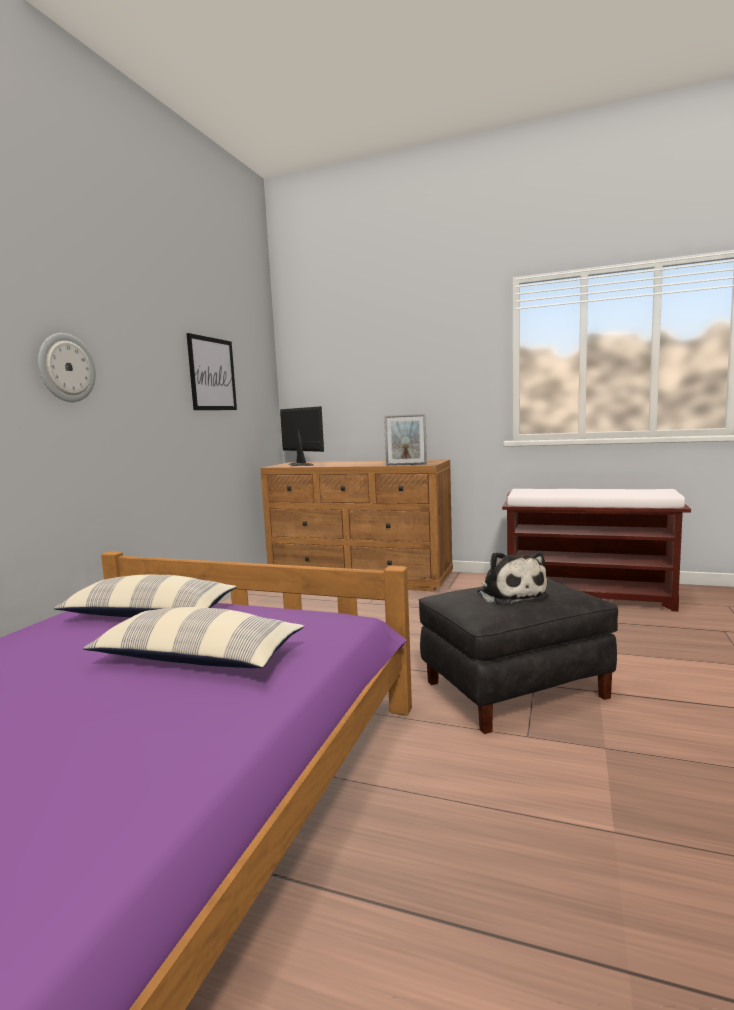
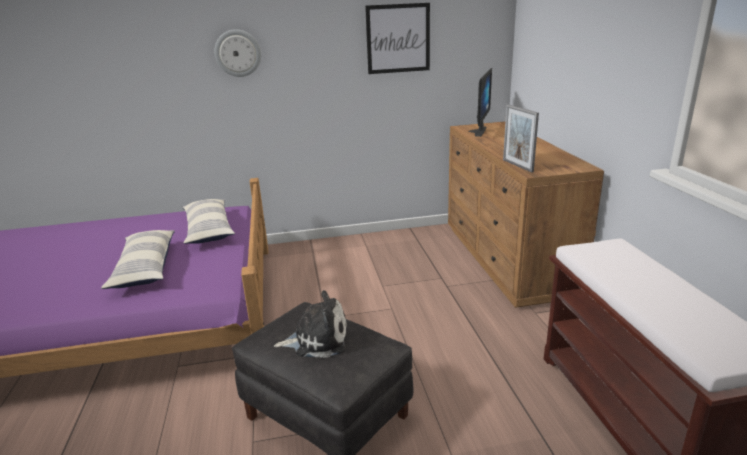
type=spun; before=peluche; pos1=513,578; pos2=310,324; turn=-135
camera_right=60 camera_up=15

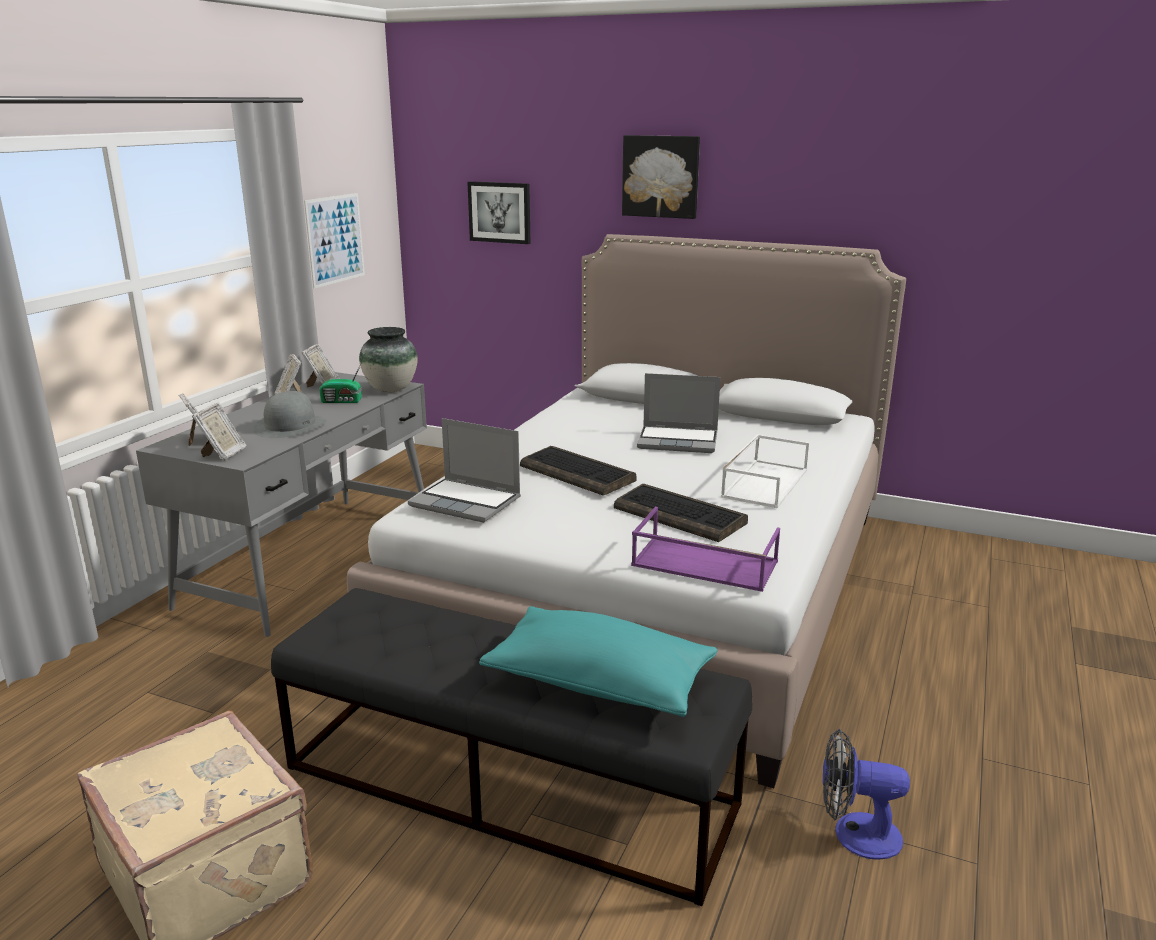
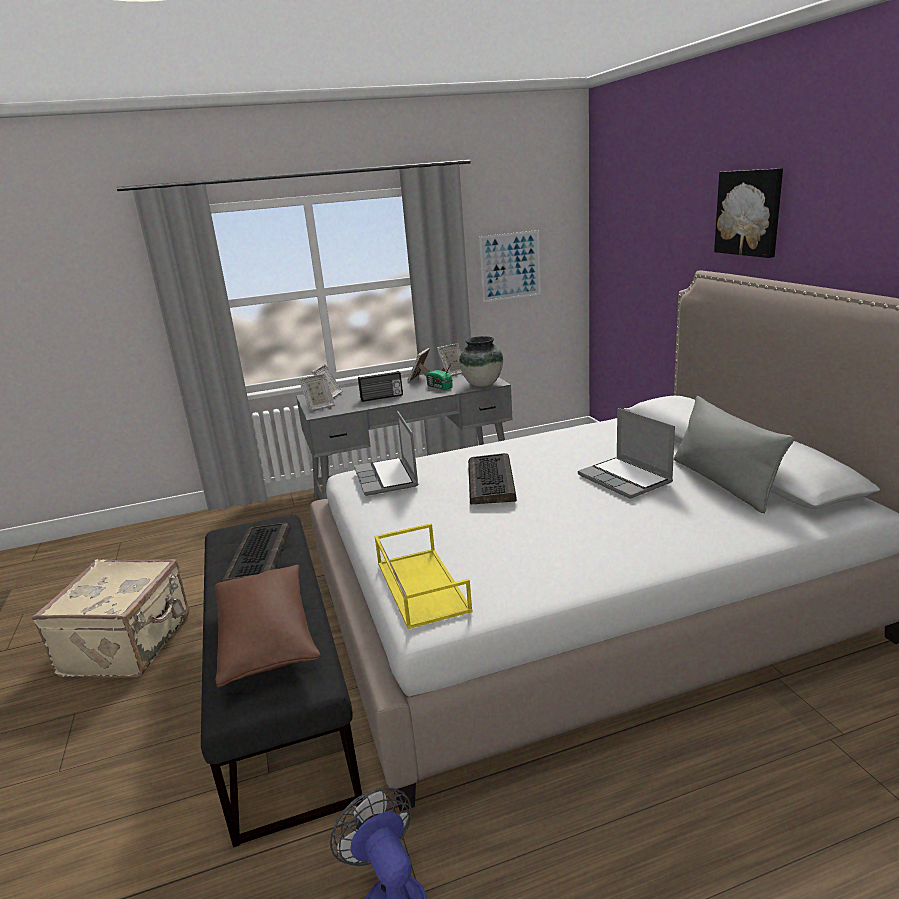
type=missing; before=cuadro; pos1=498,212
type=missing; before=bandeja (blanco); pos1=765,471
type=appeared; after=cojín (gris); pos2=734,454
type=relocated; before=teclado; pos1=681,513; pos2=256,552
type=exchanged; before=sombrero (gris); after=radio; pos1=290,414; pos2=380,386
type=colour; before=cojín (turquesa); after=cojín (marrón); pos1=598,661; pos2=268,626
type=colour; before=bandeja (morado); after=bandeja (amarillo); pos1=705,549; pos2=424,576
camera_right=50 camera_up=0

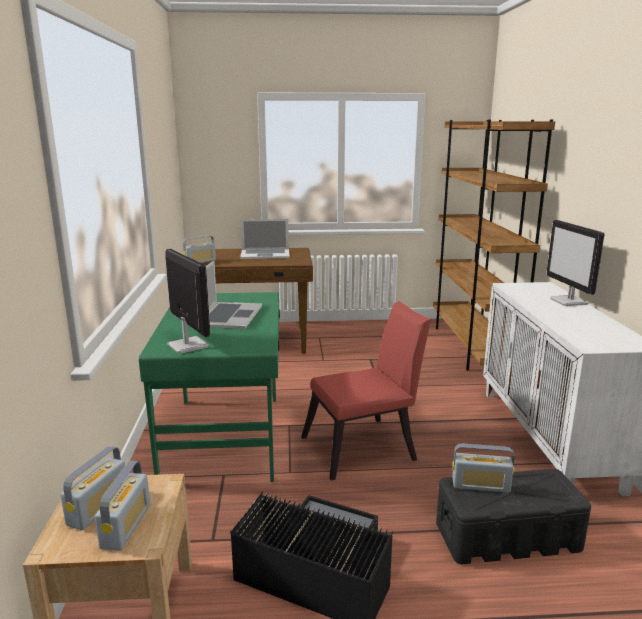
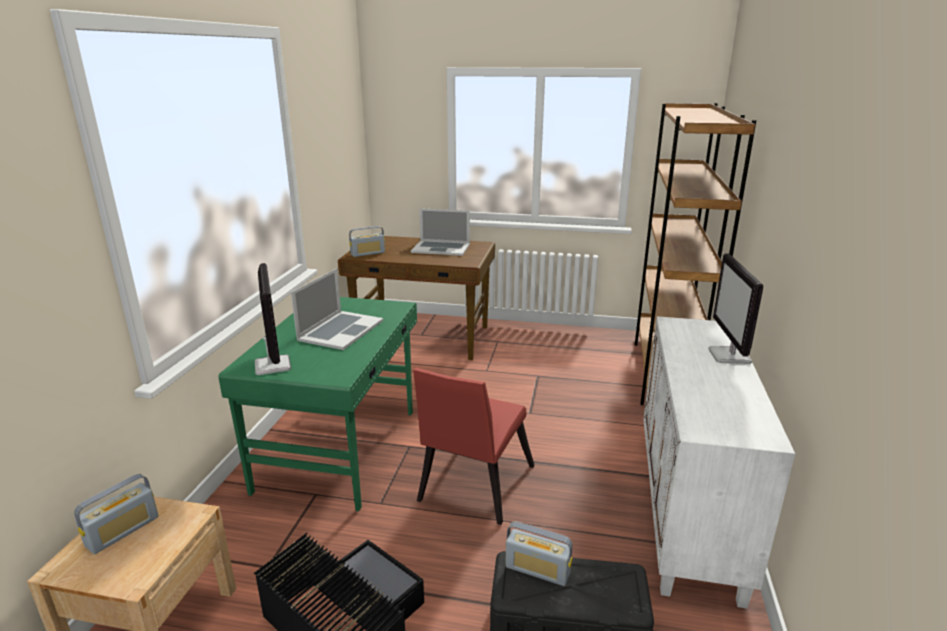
type=missing; before=radio; pos1=122,506
type=spun; before=silla (rojo); pos1=366,391; pos2=474,446; turn=120
camera_right=15 camera_up=5

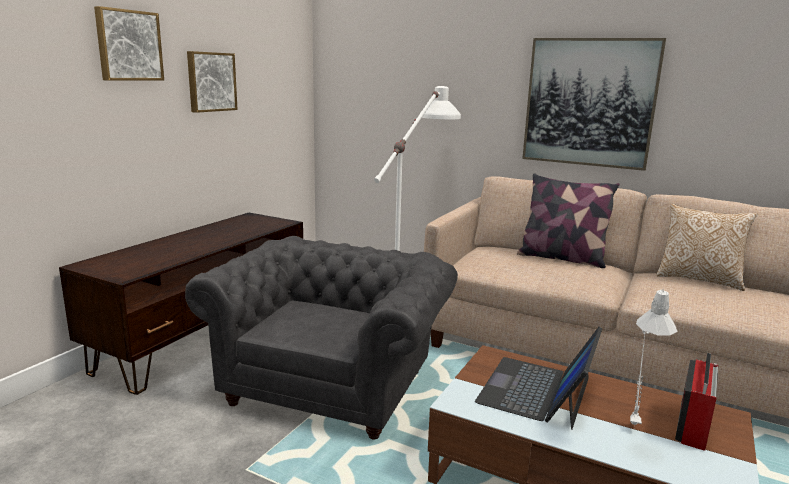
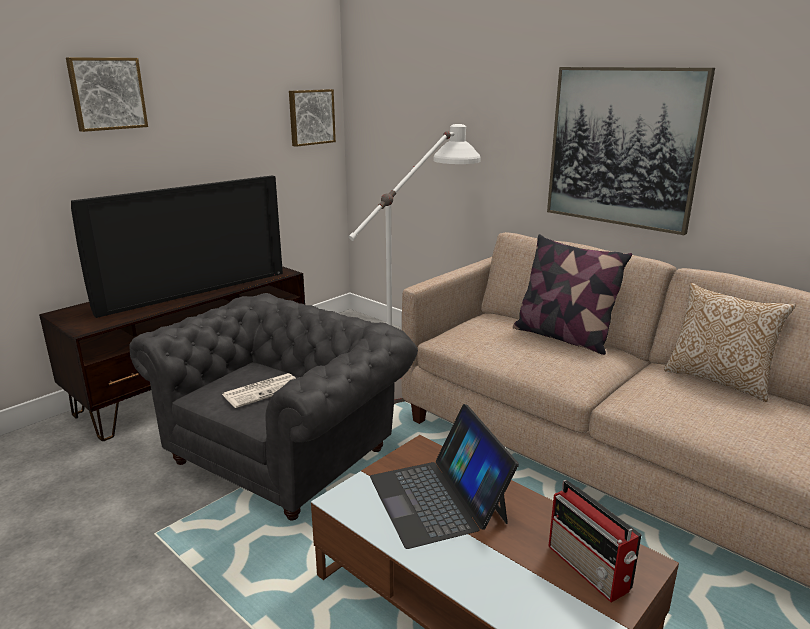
type=missing; before=lámpara de mesa (gris); pos1=654,357
type=appeared; after=televisor; pos2=177,246
type=appeared; after=periódico; pos2=259,390
type=relocated; before=cuadro; pos1=212,82; pos2=312,118
type=spun; before=portátil; pos1=538,378; pos2=444,476; turn=-60
type=spun; before=radio; pos1=696,402; pos2=595,541; turn=105
camera_right=15 camera_up=5

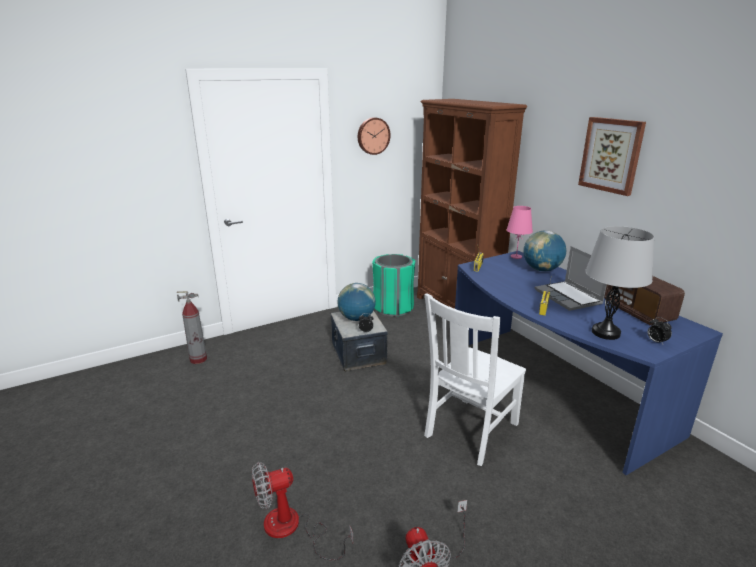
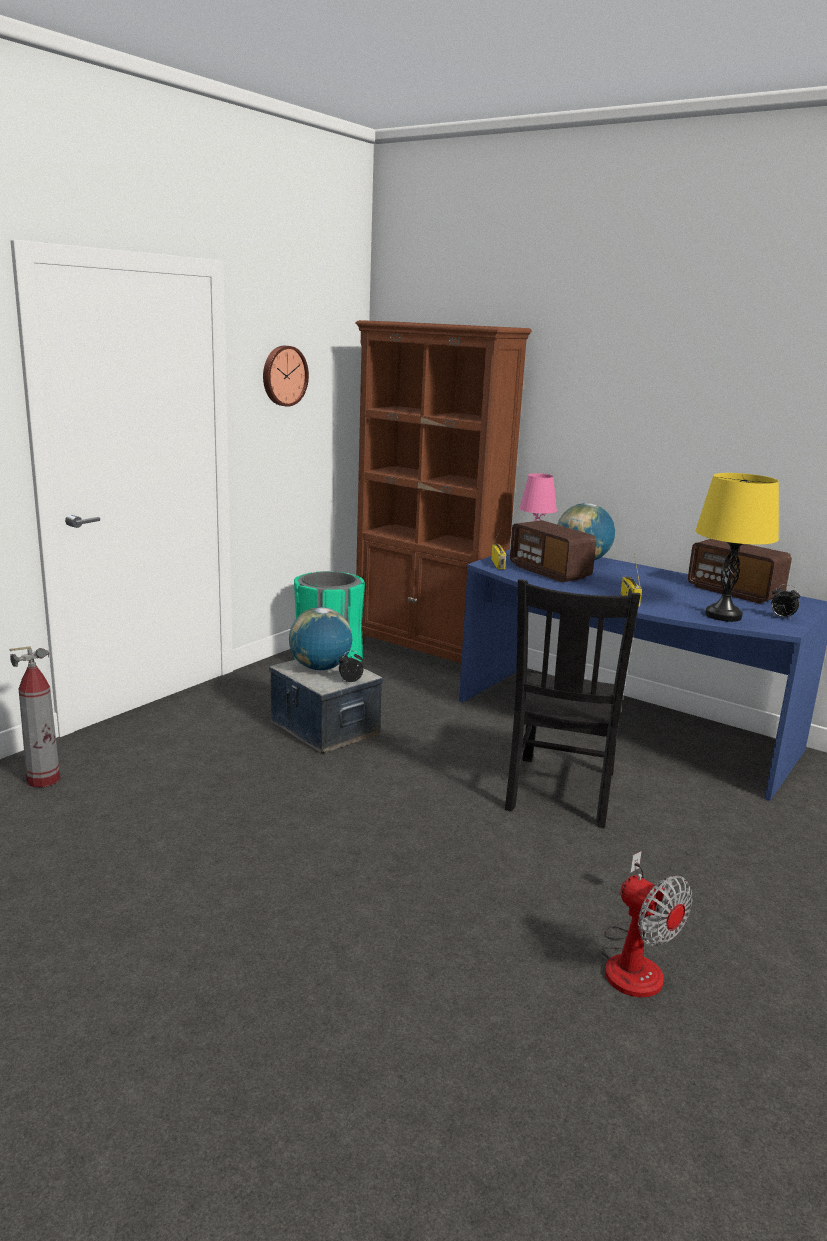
type=missing; before=ventilador; pos1=302,511
type=missing; before=portátil; pos1=571,278
type=missing; before=cuadro; pos1=612,156
type=appeared; after=radio; pos2=553,551
type=colour; before=silla (blanco); after=silla (negro); pos1=475,380; pos2=573,703
type=colour; before=lámpara de mesa (gris); after=lámpara de mesa (amarillo); pos1=619,283; pos2=737,547
camera_right=-25 camera_up=-5

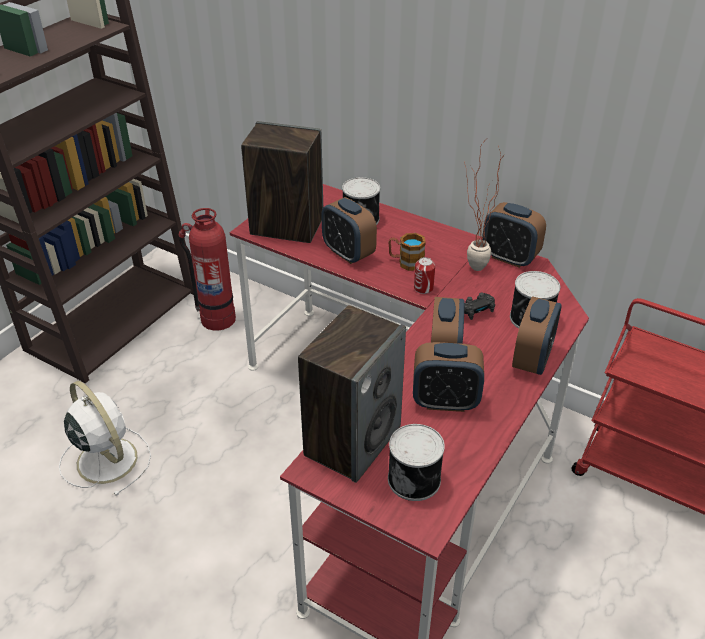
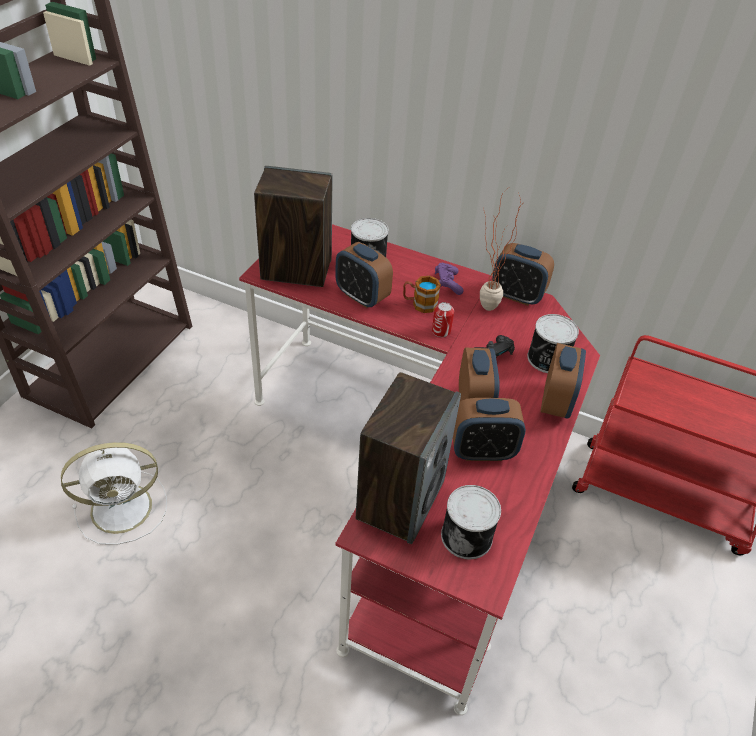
type=missing; before=extintor; pos1=207,269
type=appeared; after=mando de consola (morado); pos2=449,279
type=spun; before=ventilador (blanco); pos1=105,438; pos2=114,493; turn=120
camera_right=-10 camera_up=5

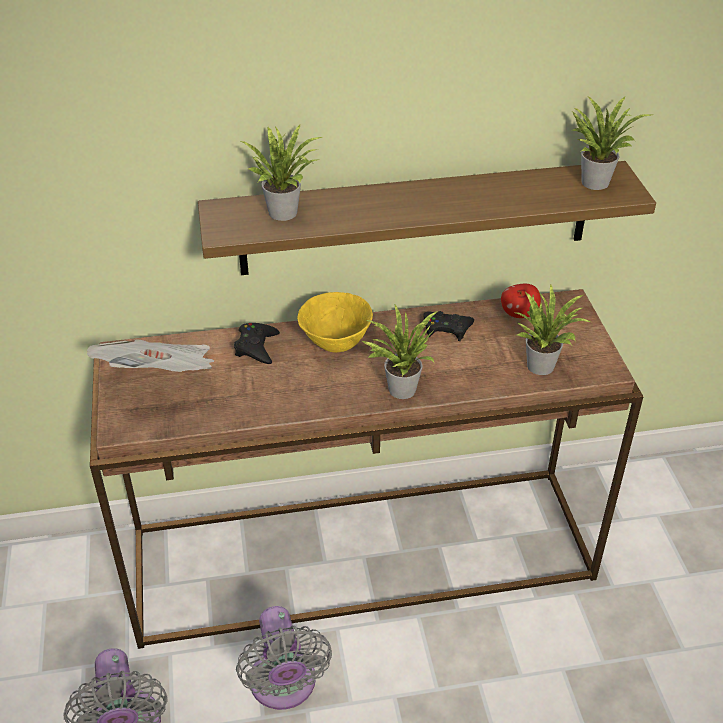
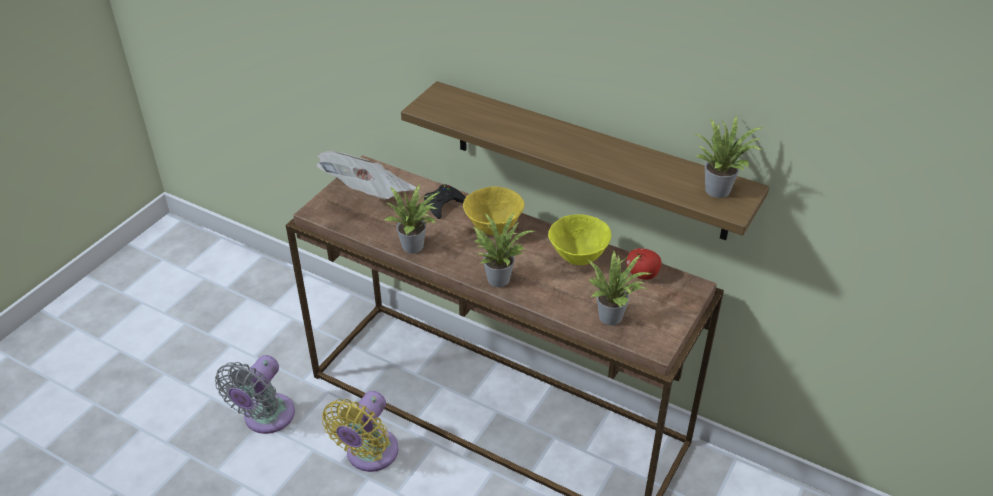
type=relocated; before=planta en maceta; pos1=281,173; pos2=411,218
type=exchanged; before=mando de consola (negro); after=cuenco (amarillo); pos1=448,326; pos2=580,239
type=colour; before=ventilador (gris); after=ventilador (amarillo); pos1=284,658; pos2=360,431
camera_right=40 camera_up=0

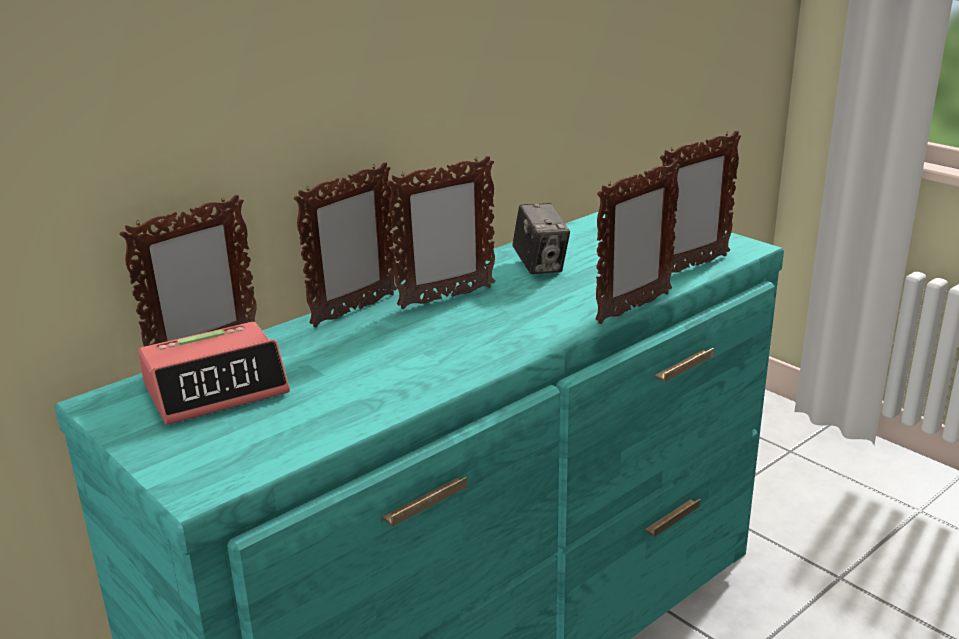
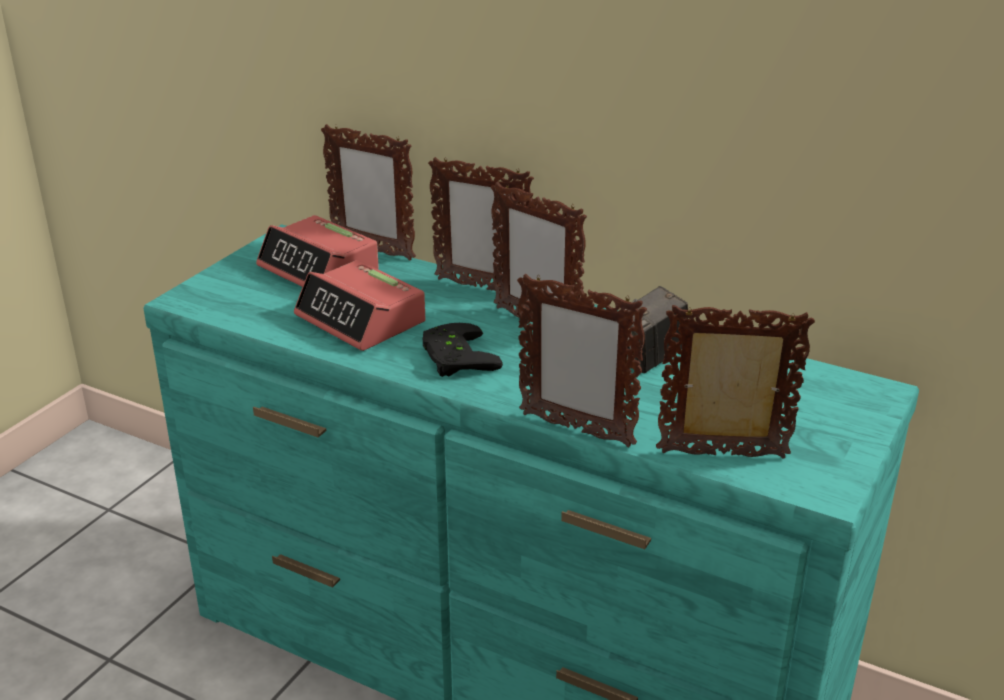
type=appeared; after=despertador; pos2=360,305
type=appeared; after=mando de consola (negro); pos2=462,350
type=spun; before=portarretratos; pos1=700,202; pos2=735,382; turn=150
camera_right=70 camera_up=5

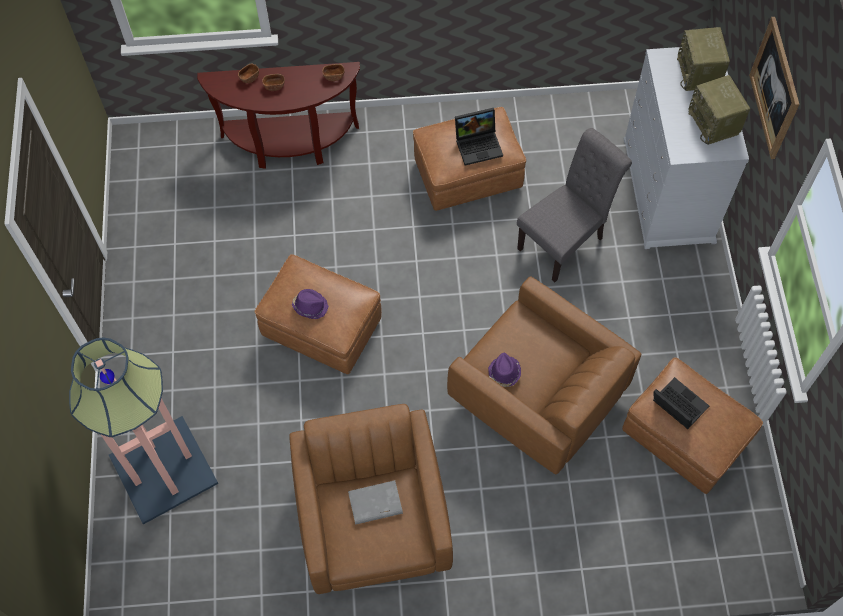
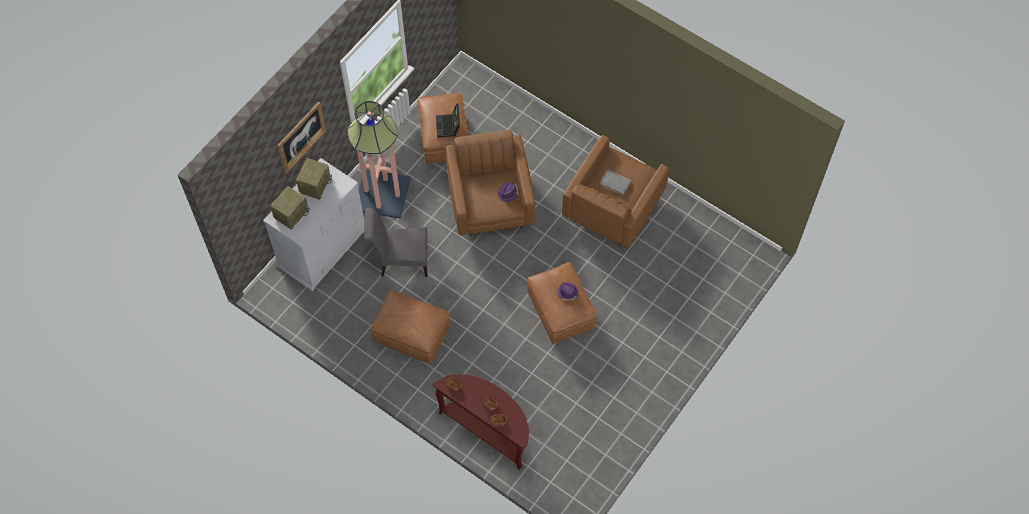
type=missing; before=portátil; pos1=479,137
type=relocated; before=lámpara de pie; pos1=144,431; pos2=379,160
camera_right=-140 camera_up=0

